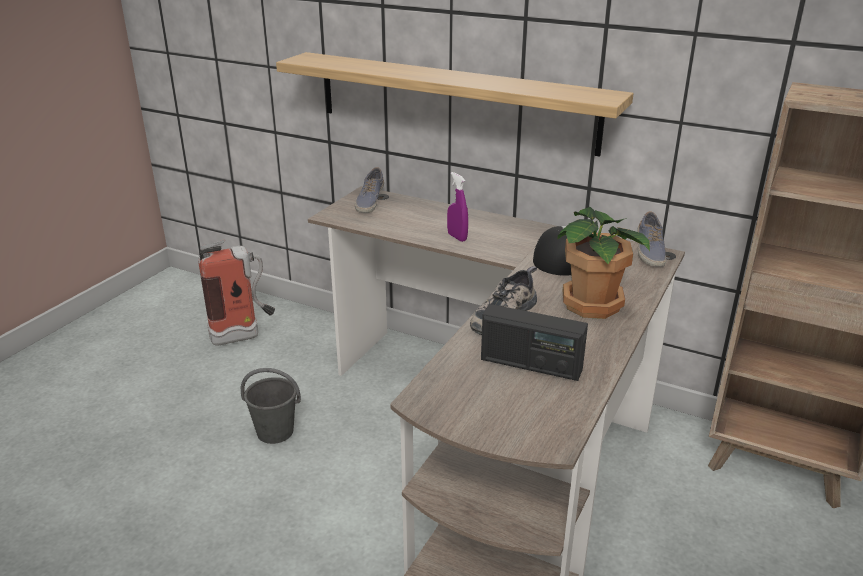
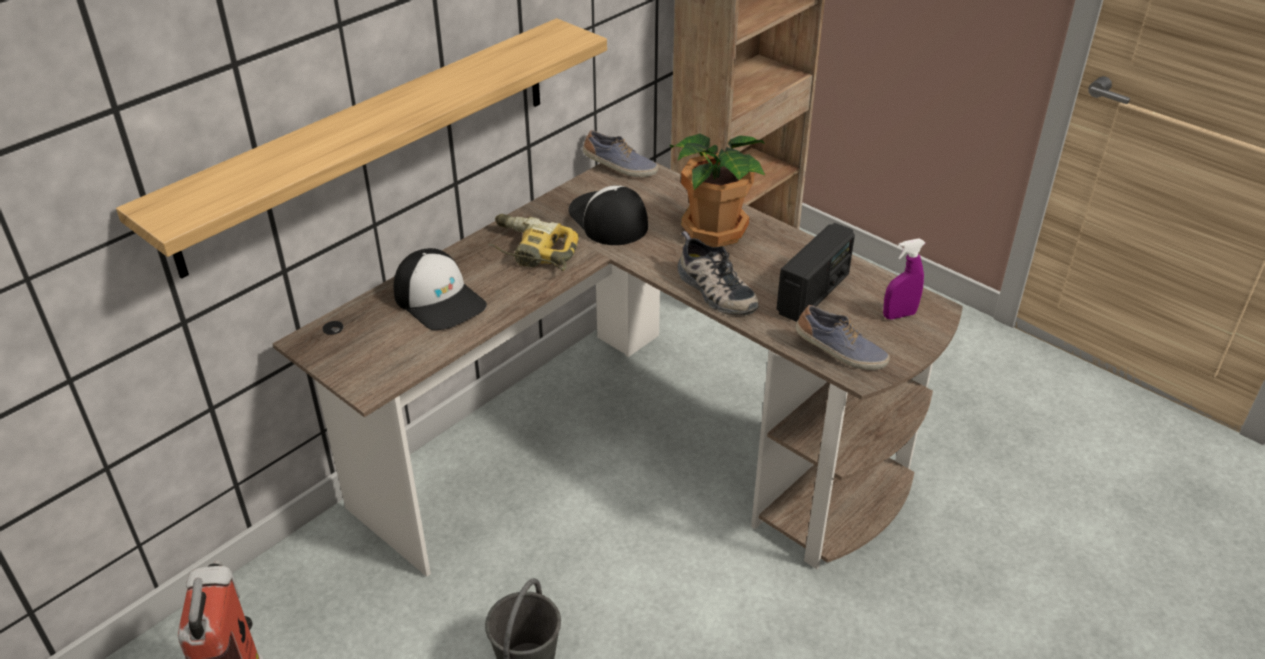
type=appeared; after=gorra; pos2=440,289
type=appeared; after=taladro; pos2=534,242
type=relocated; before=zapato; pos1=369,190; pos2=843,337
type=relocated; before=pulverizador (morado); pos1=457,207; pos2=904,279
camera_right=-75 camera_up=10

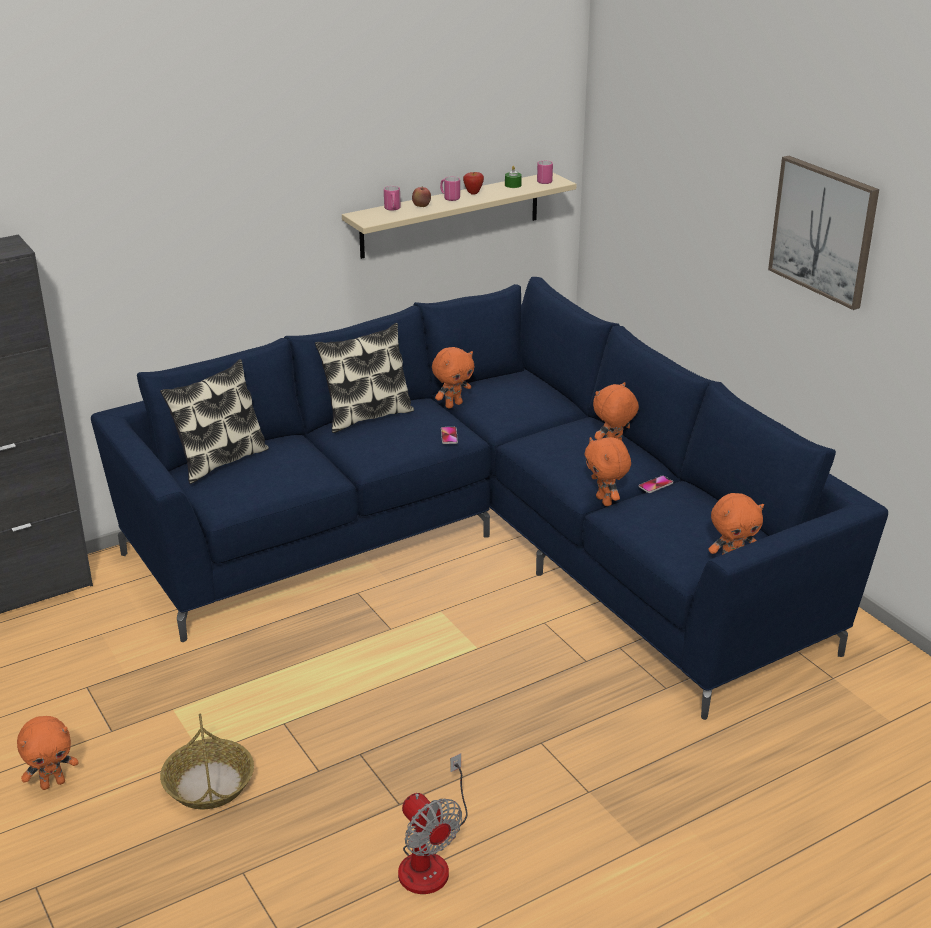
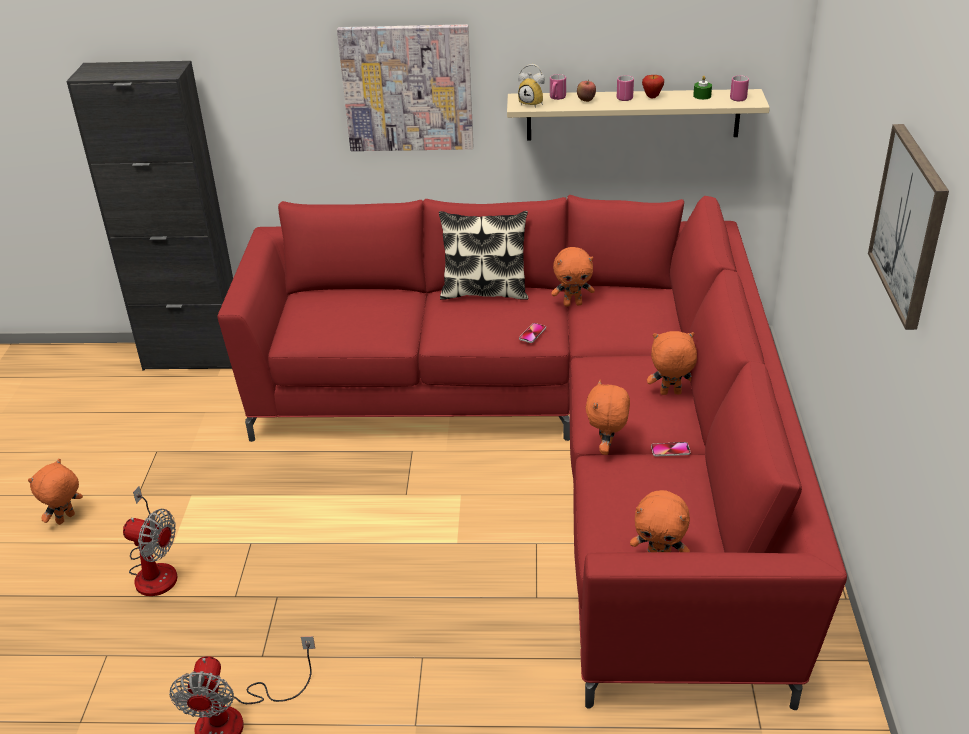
type=missing; before=cojín; pos1=214,421
type=appeared; after=cuadro; pos2=405,87
type=appeared; after=despertador; pos2=531,86
type=exchanged; before=cesta; after=ventilador; pos1=207,761; pos2=150,541
type=colour; before=sofá (azul); after=sofá (rojo); pos1=489,498; pos2=532,452
type=spun; before=peluche (naranja); pos1=47,753; pos2=55,492; turn=120
camera_right=35 camera_up=5

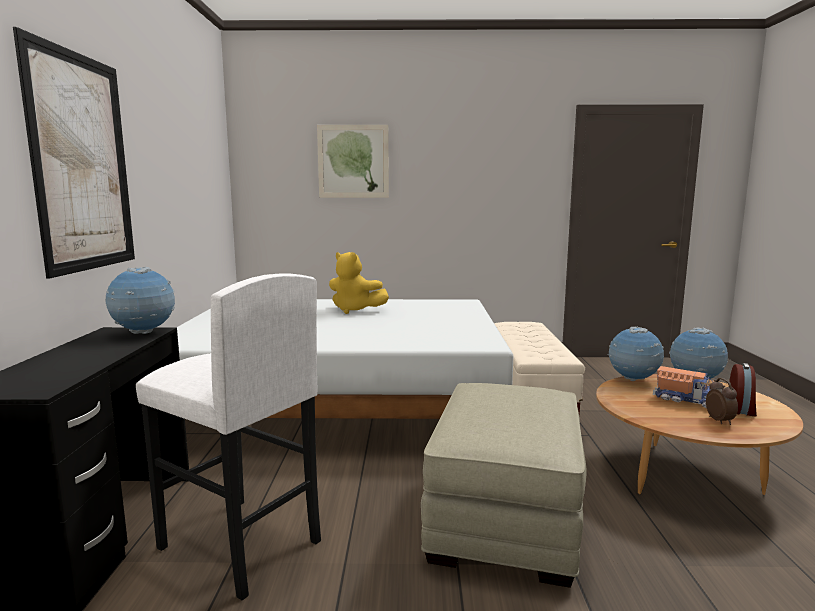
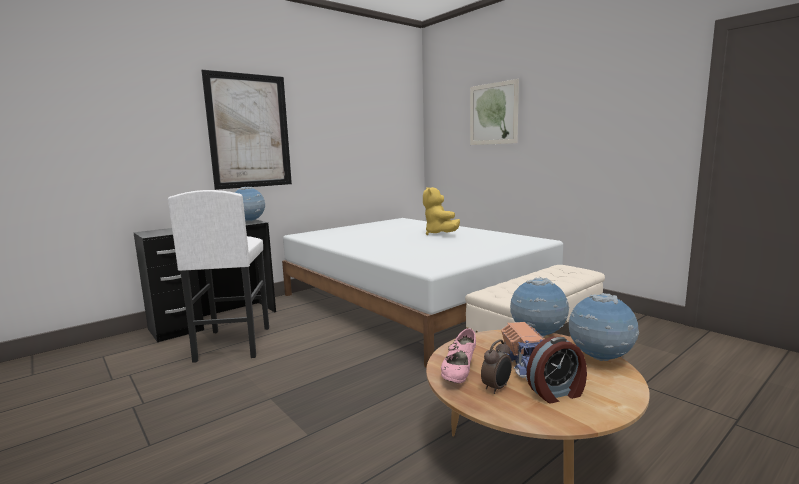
type=missing; before=puf (beis); pos1=503,485
type=appeared; after=zapato (rosa); pos2=458,356
camera_right=50 camera_up=0

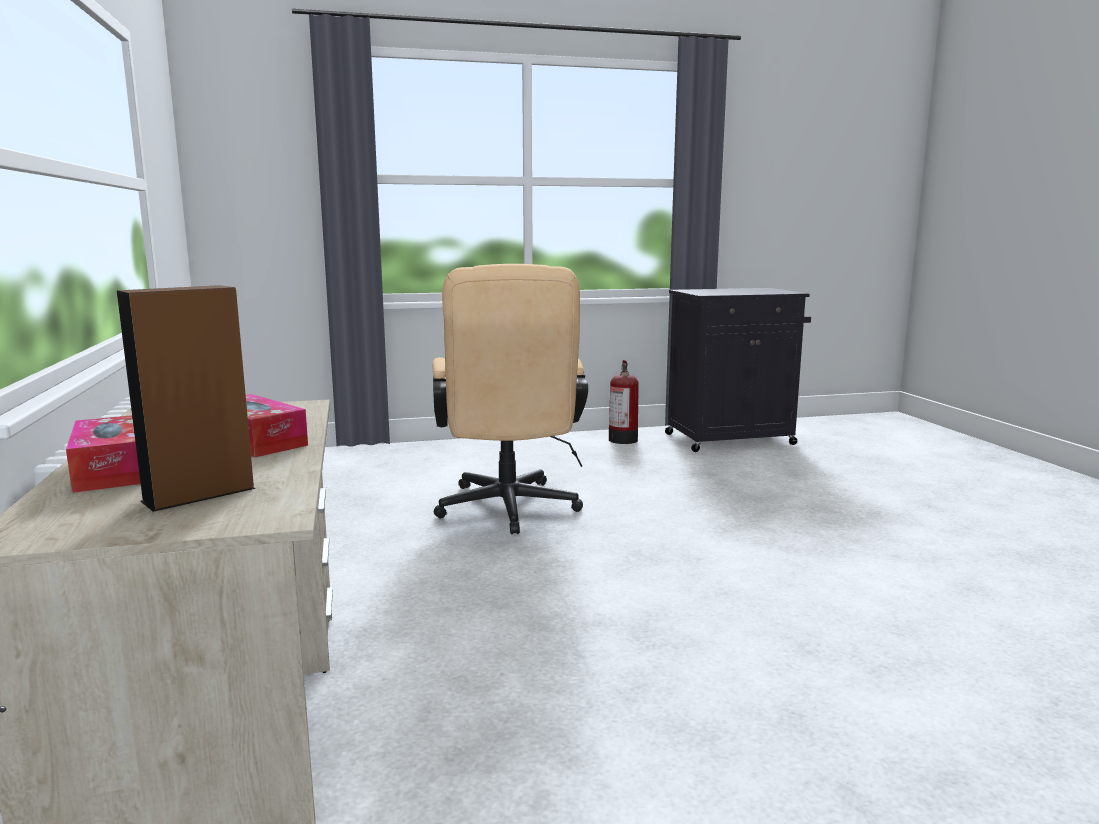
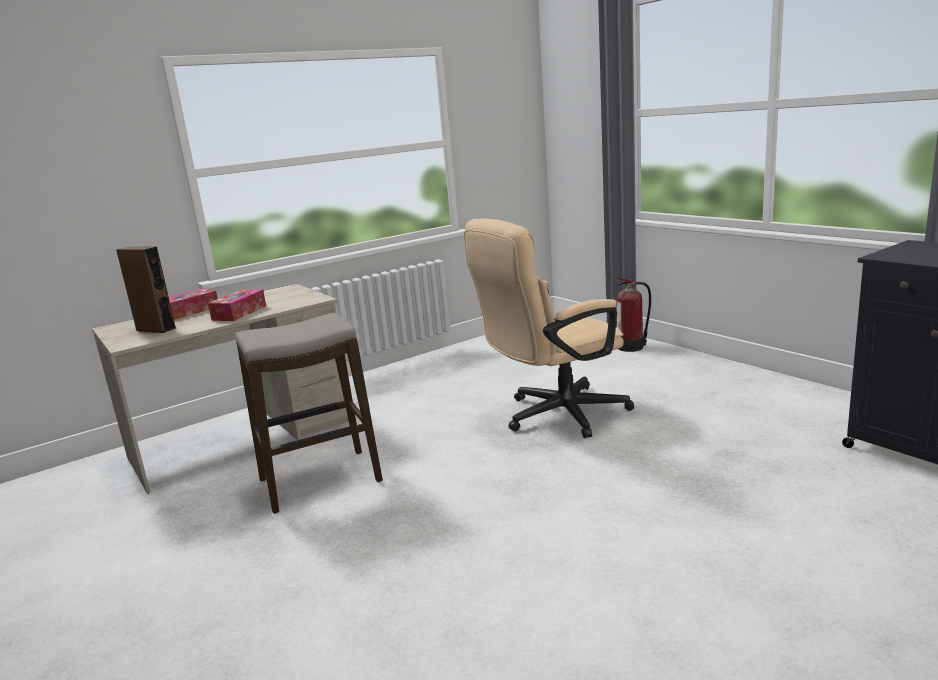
type=appeared; after=taburete; pos2=309,413
type=relocated; before=extintor; pos1=624,402; pos2=632,314
camera_right=70 camera_up=5

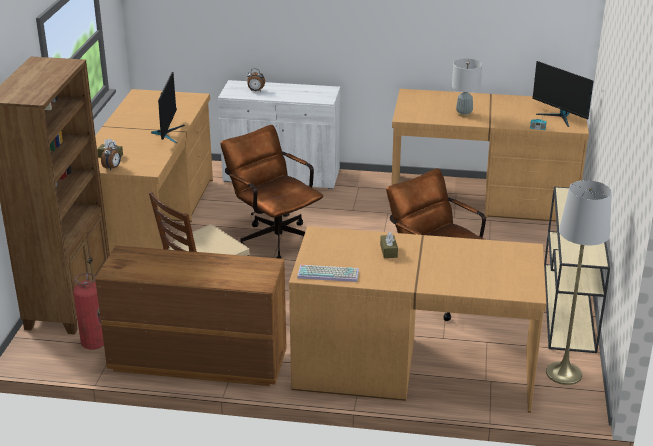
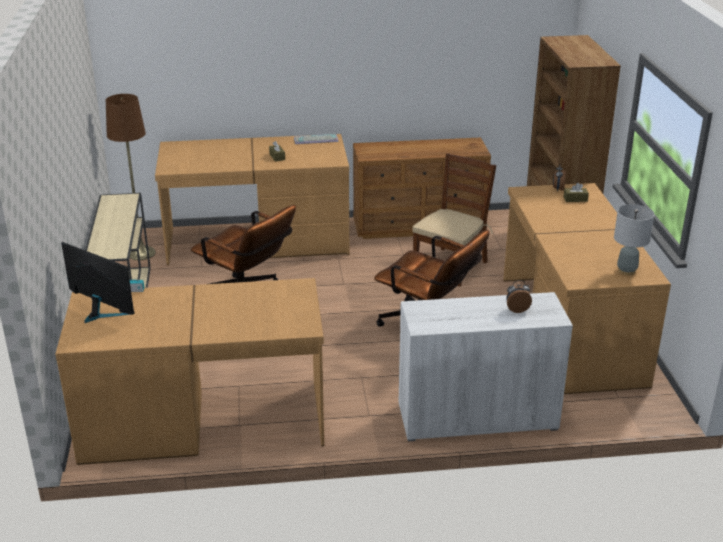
type=missing; before=extintor; pos1=88,311
type=missing; before=monitor; pos1=168,107
type=relocated; before=lámpara de mesa (gris); pos1=467,88; pos2=634,239
type=colour; before=lámpara de pie (gris); after=lámpara de pie (marrón); pos1=579,282; pos2=131,177
camera_right=165 camera_up=0

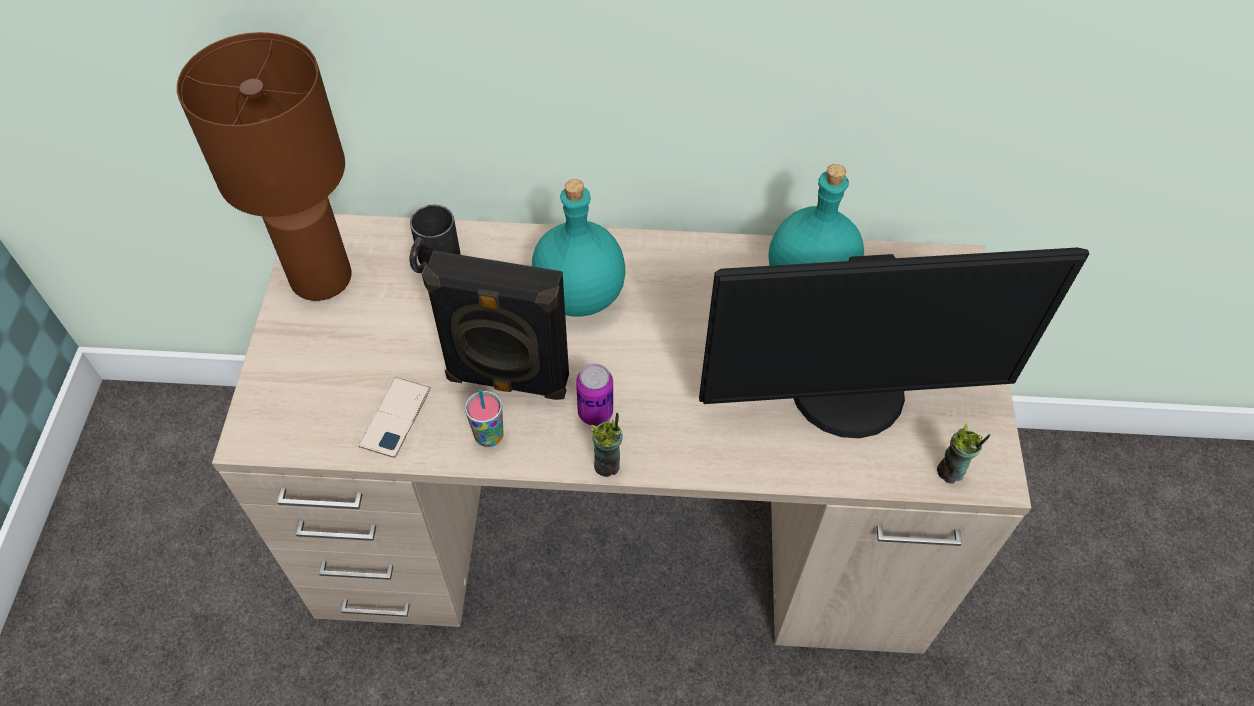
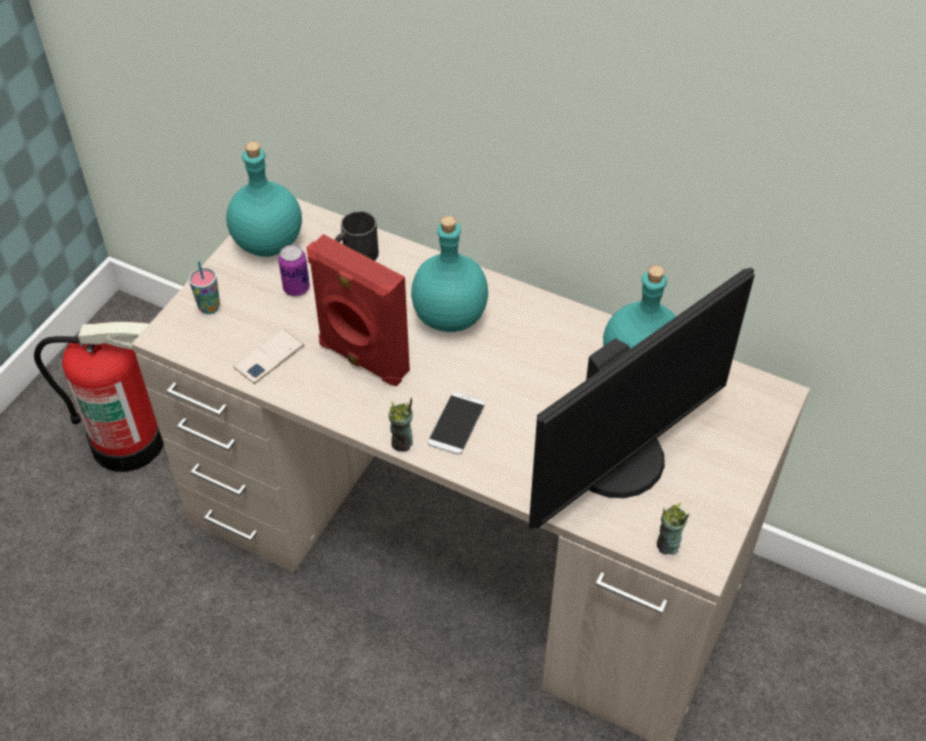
type=appeared; after=extintor; pos2=99,397
type=appeared; after=móvil; pos2=456,423
type=relocated; before=taza; pos1=484,418; pos2=204,287
type=relocated; before=lata; pos1=594,395; pos2=294,270
type=exchanged; before=lámpara de mesa (marrón); after=botella (turquesa); pos1=264,166; pos2=264,199
type=colour; before=altavoz (negro); after=altavoz (rojo); pos1=495,325; pos2=358,310
type=spun; before=monitor; pos1=894,342; pos2=642,398; turn=-60
camera_right=25 camera_up=-5

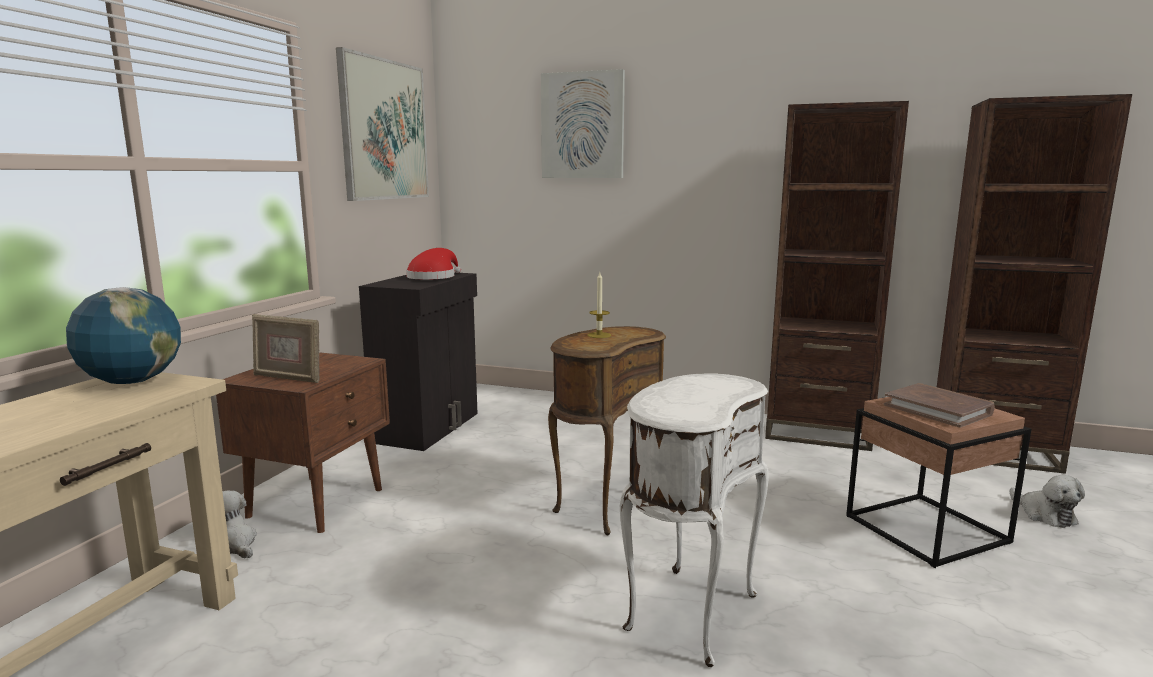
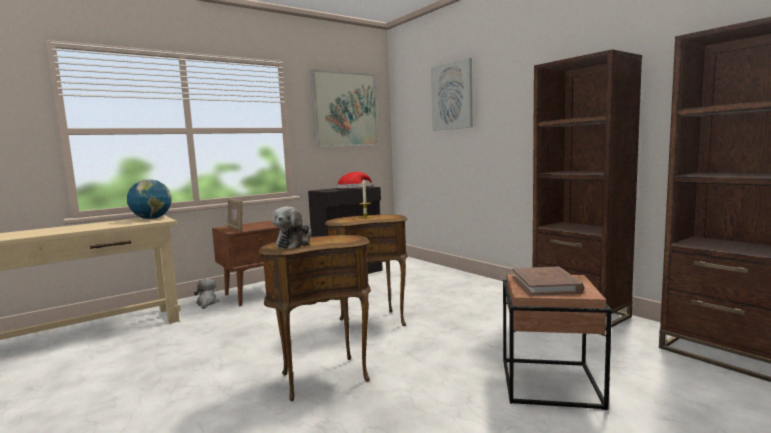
type=relocated; before=peluche; pos1=1047,501; pos2=292,227
type=colour; before=mesa auxiliar (blanco); after=mesa auxiliar (marrón); pos1=694,520; pos2=314,318
camera_right=35 camera_up=-5

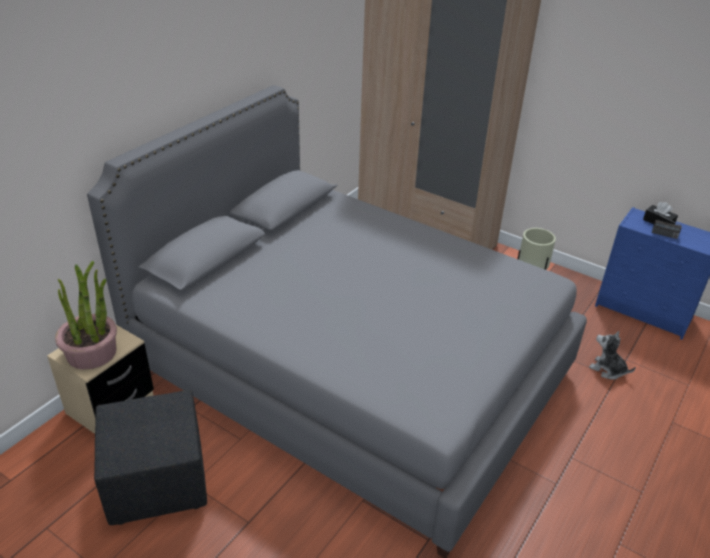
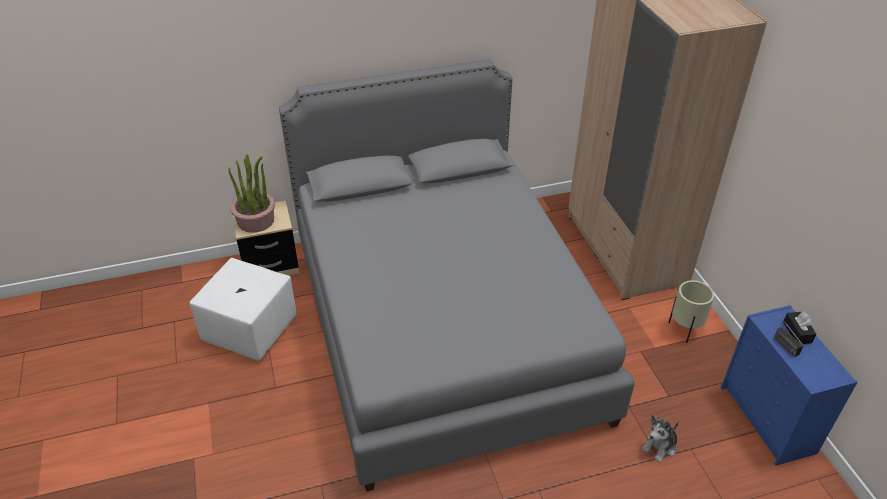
type=colour; before=puf (negro); after=puf (blanco); pos1=150,457; pos2=243,309
type=spun; before=peluche; pos1=612,355; pos2=660,439; turn=-120
camera_right=40 camera_up=5

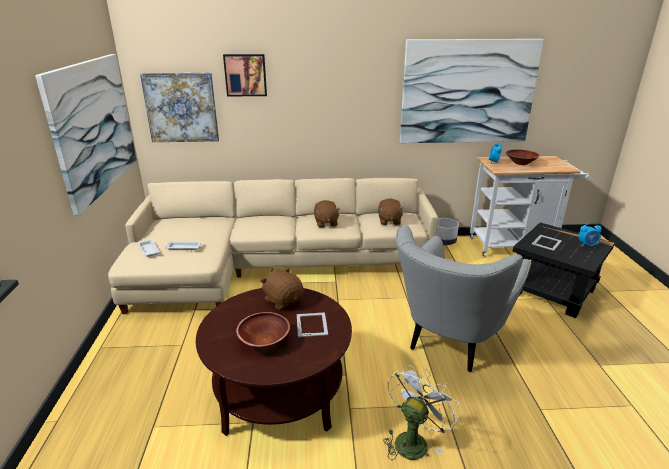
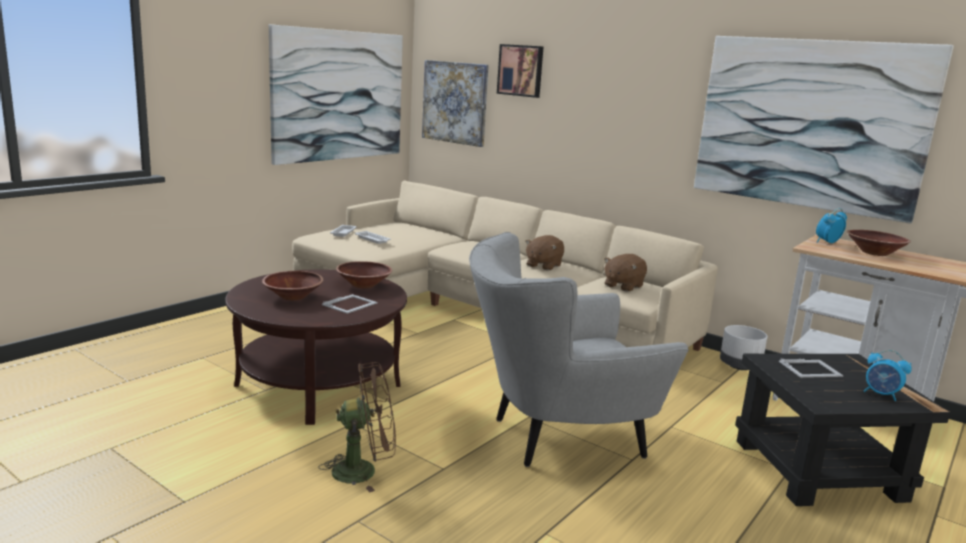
type=exchanged; before=peluche (marrón); after=cuenco (marrón); pos1=282,289; pos2=364,274
type=colour; before=ventilador (blanco); after=ventilador (marrón); pos1=421,412; pos2=357,427
camera_right=40 camera_up=-10

